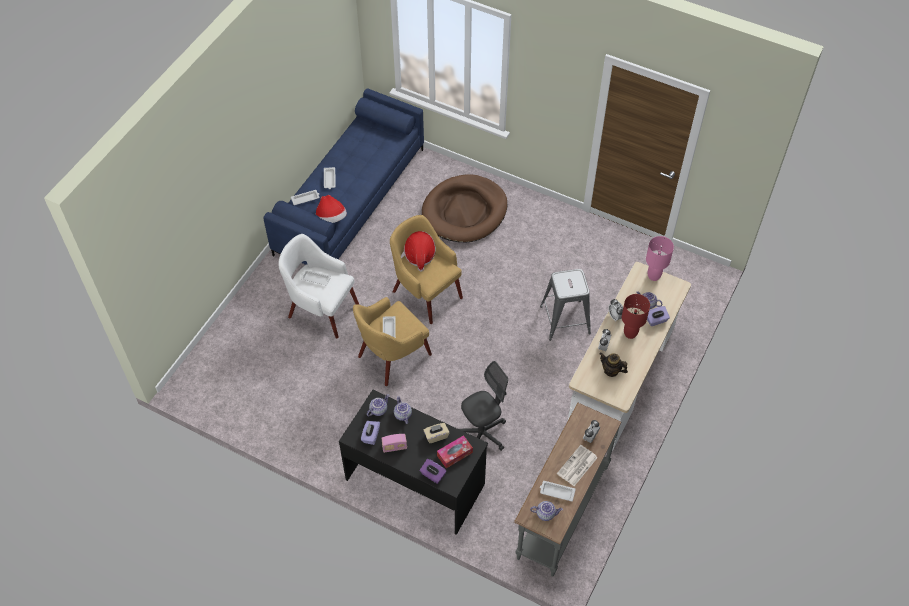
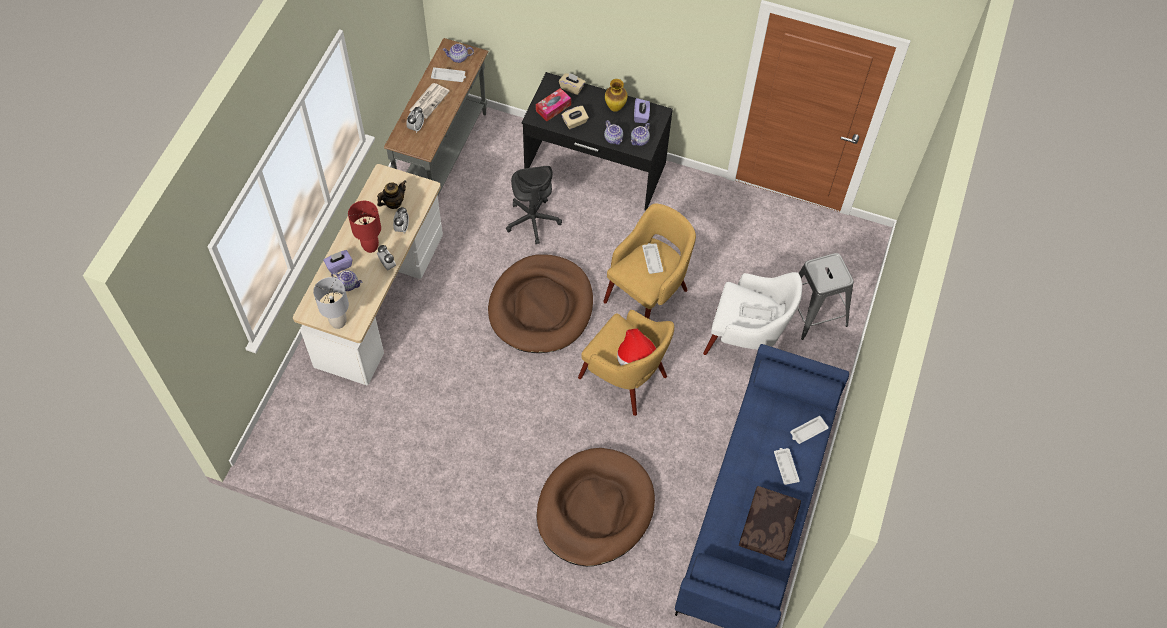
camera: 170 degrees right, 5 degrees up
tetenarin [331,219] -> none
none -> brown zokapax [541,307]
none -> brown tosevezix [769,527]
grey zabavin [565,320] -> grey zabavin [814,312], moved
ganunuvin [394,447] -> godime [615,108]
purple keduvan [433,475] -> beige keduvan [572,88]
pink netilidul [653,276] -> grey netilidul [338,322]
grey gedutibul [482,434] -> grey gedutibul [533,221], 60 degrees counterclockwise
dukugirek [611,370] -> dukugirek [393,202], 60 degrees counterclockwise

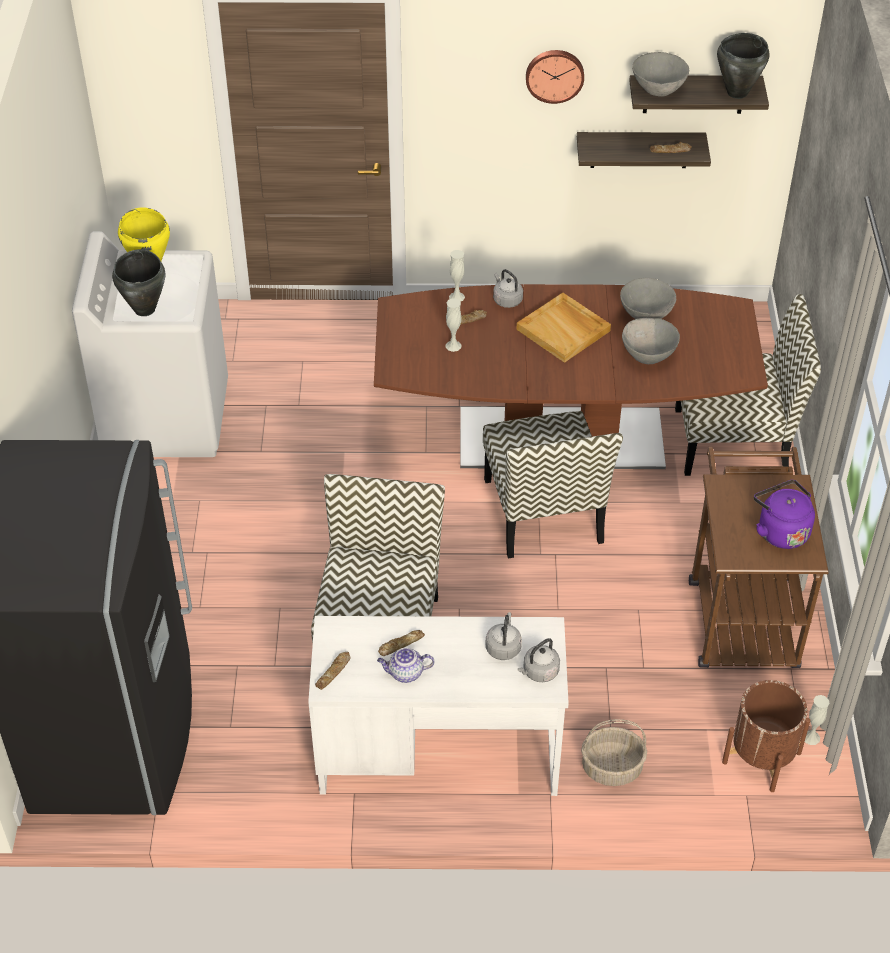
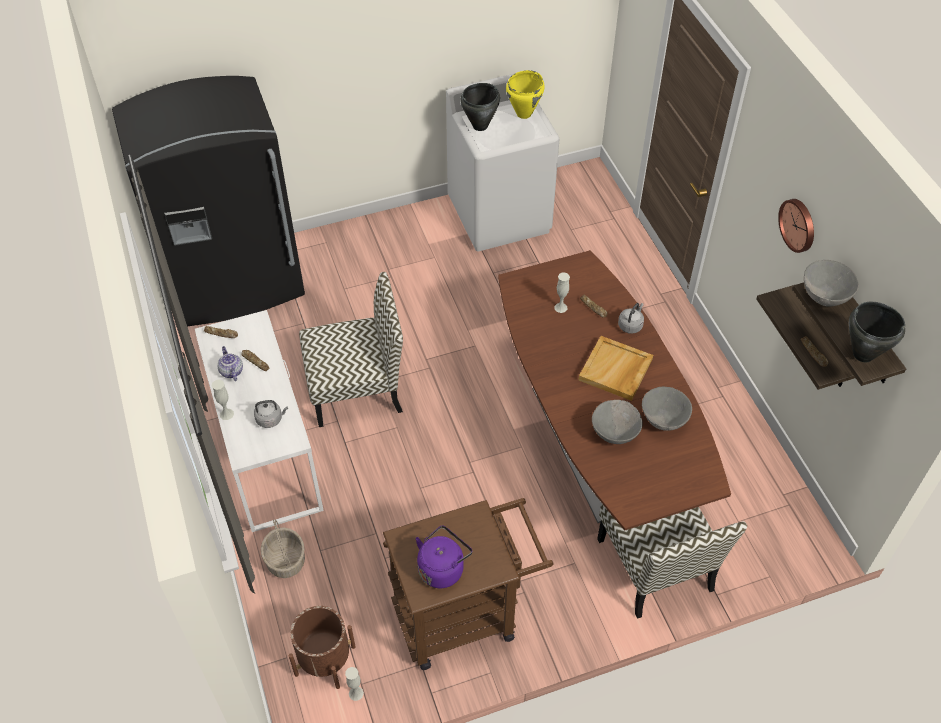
camera: 70 degrees right, 5 degrees up
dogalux [544,512] -> none
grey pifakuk [539,672] -> none
white godime [456,297] -> white godime [226,414], moved

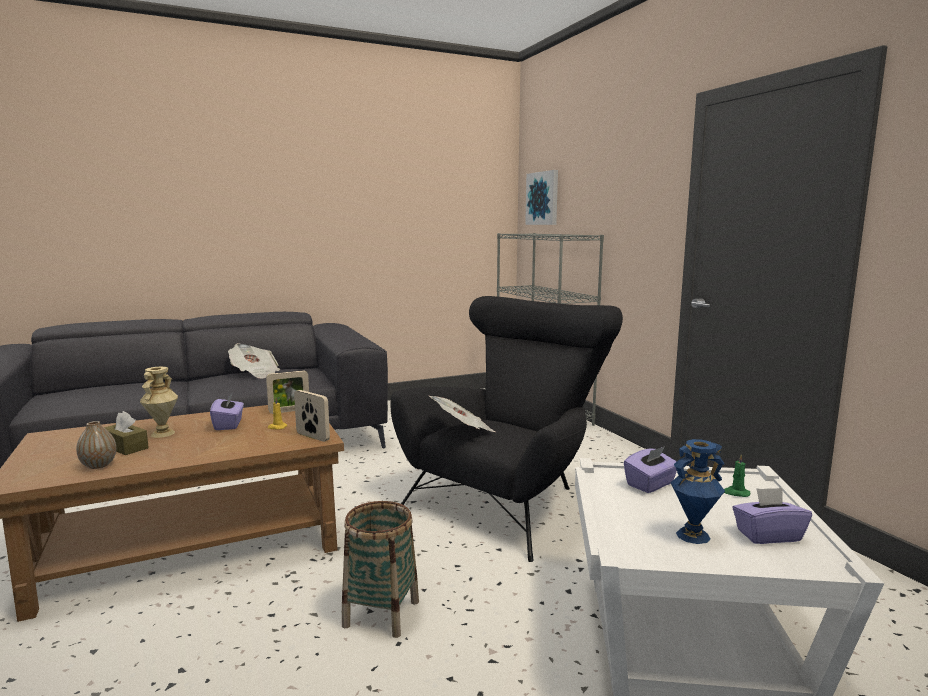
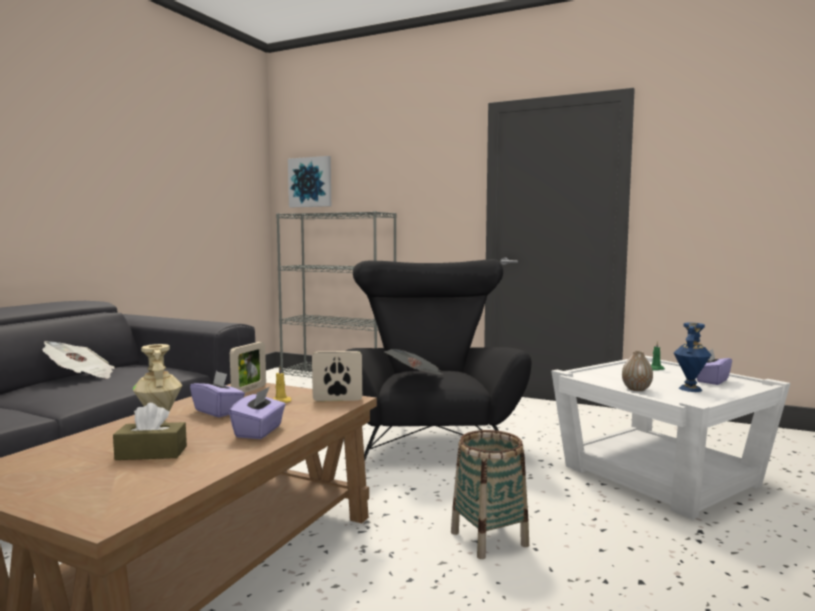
camera: 40 degrees left, 5 degrees down
godime [98,465] -> godime [636,389], moved
purple keduvan [650,484] -> purple keduvan [259,431], moved

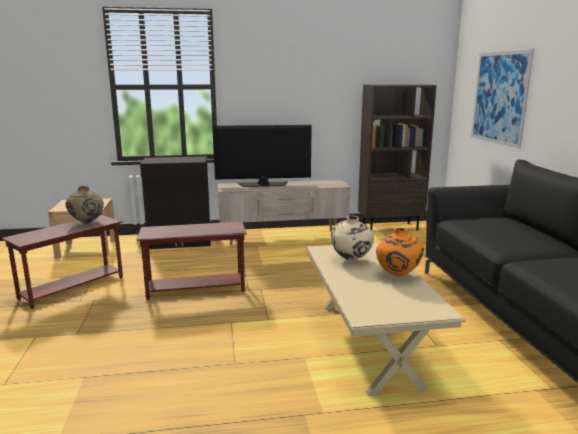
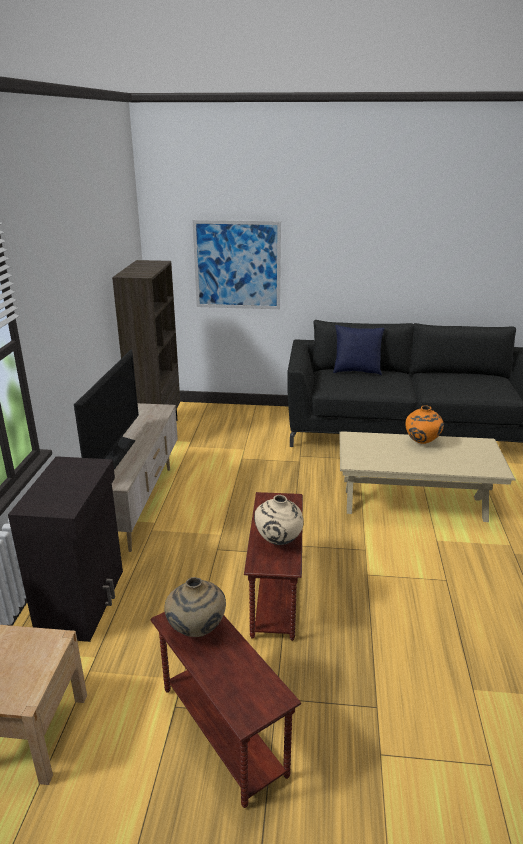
camera: 75 degrees left, 10 degrees up
none -> blue tosevezix [356,371]
beige godime [351,260] -> beige godime [278,541], moved

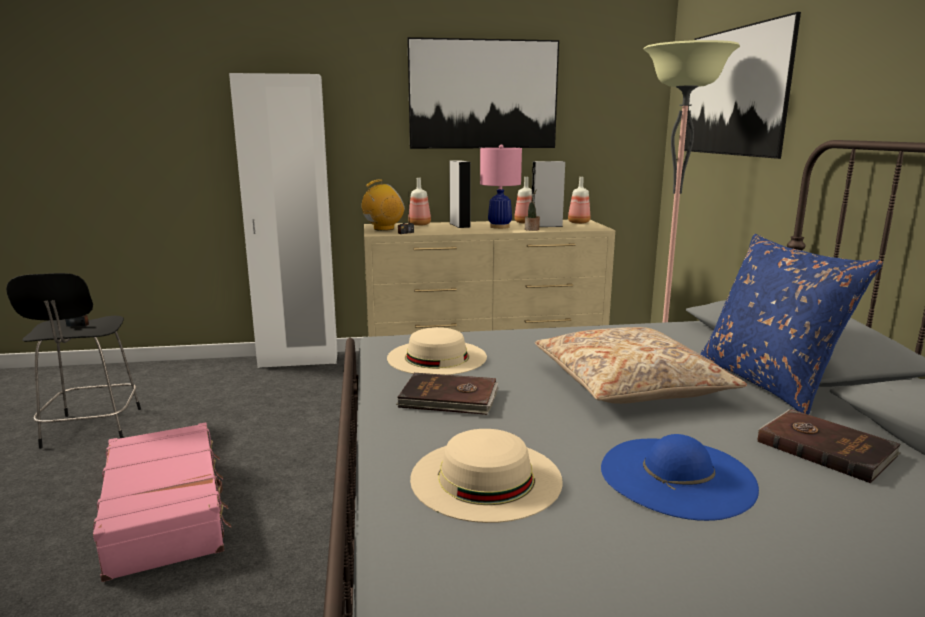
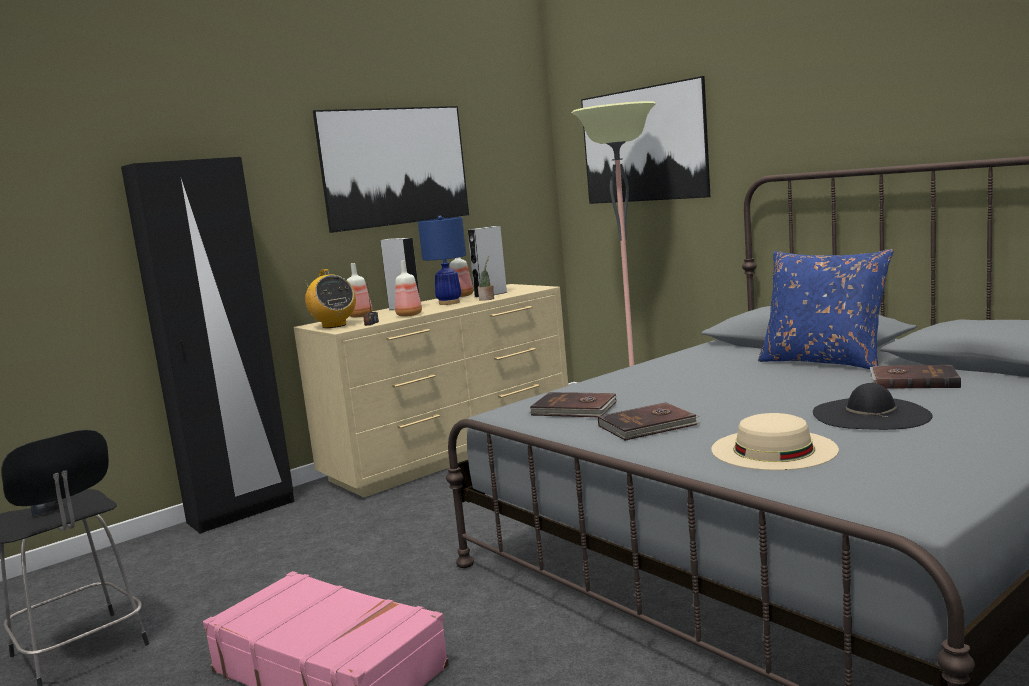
camera: 30 degrees left, 5 degrees down
beige tosevezix [630,384] -> none
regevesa [578,222] -> regevesa [408,315], moved
beige tetenarin [436,357] -> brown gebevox [574,409]
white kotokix [298,360] -> black kotokix [242,512]
pink netilidul [499,227] -> blue netilidul [449,303]
blue tetenarin [677,476] -> black tetenarin [870,414]
ganunuvin [383,229] -> ganunuvin [334,325], 120 degrees clockwise

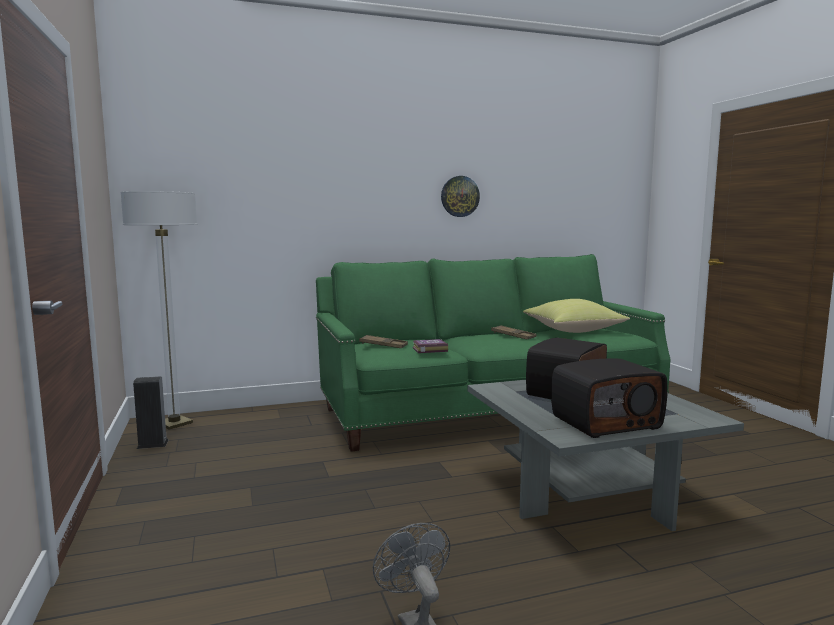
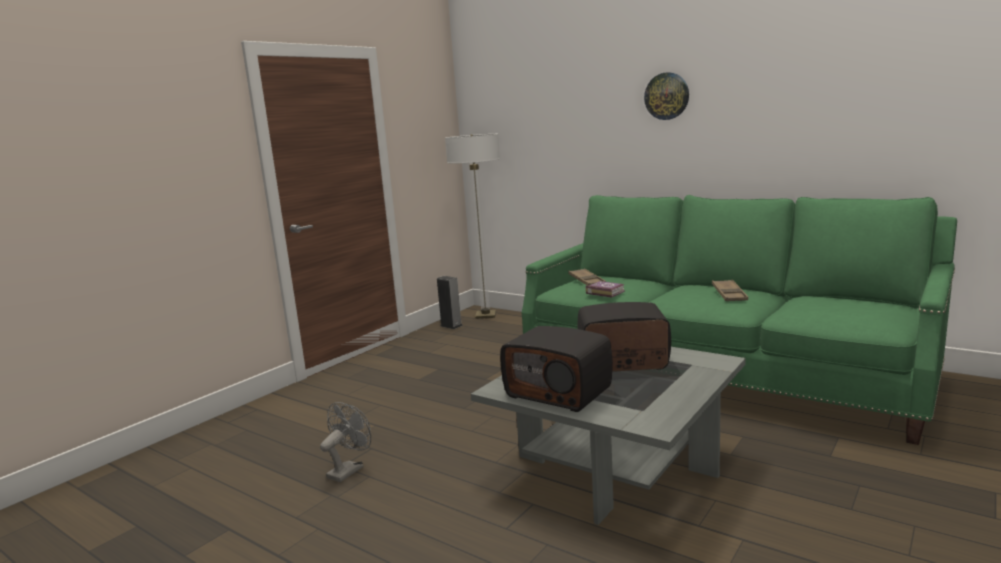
camera: 55 degrees right, 5 degrees up
yellow tosevezix [573,331] -> none
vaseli [460,196] -> vaseli [666,96], moved

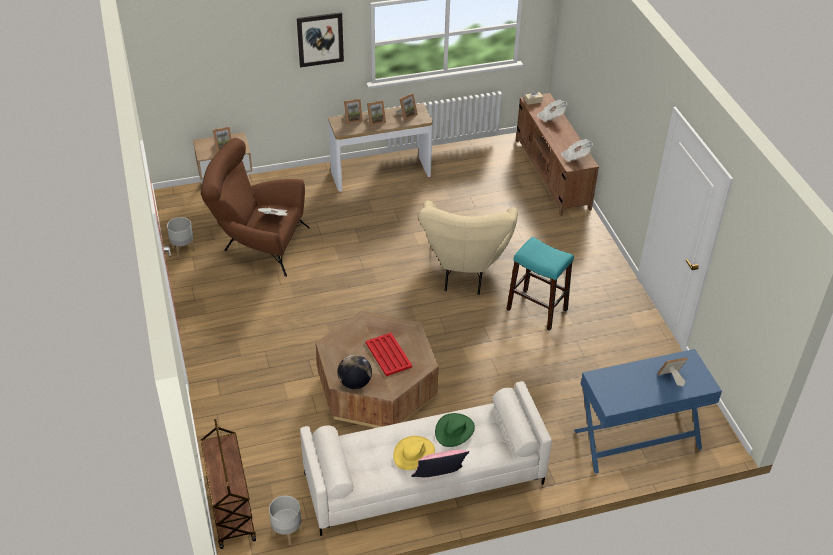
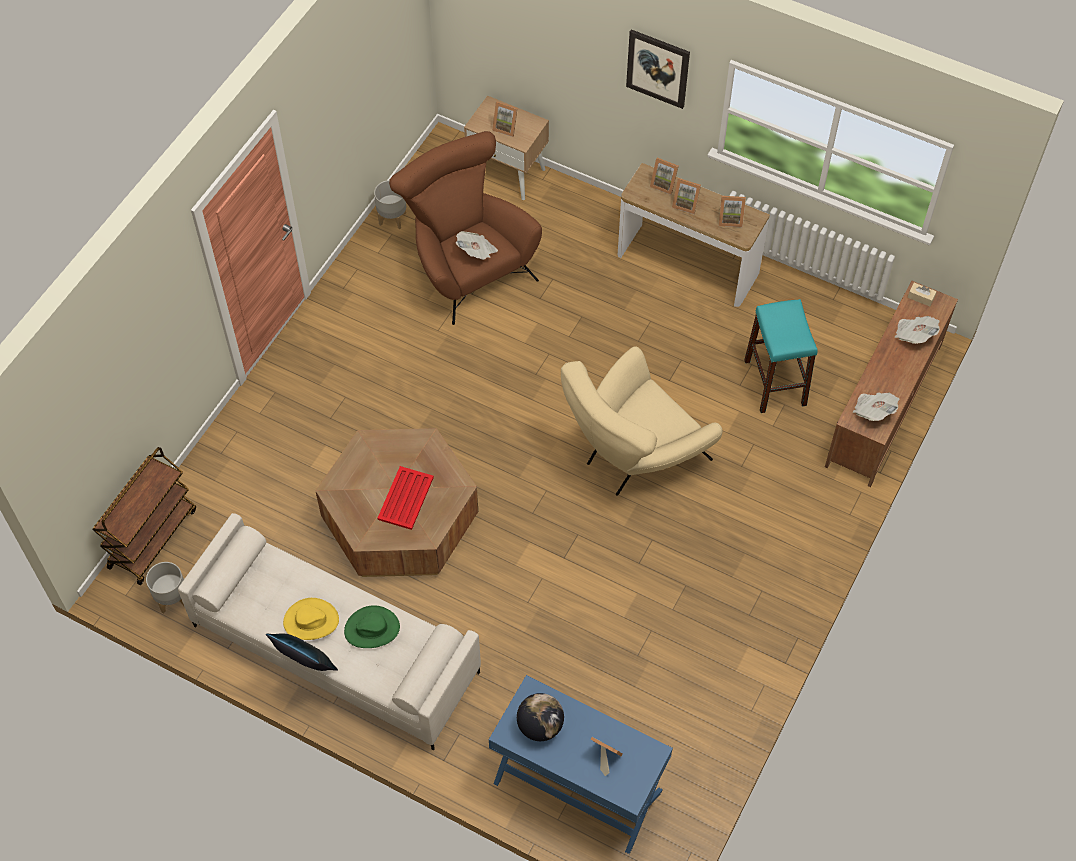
camera: 45 degrees right, 15 degrees up
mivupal [355,383] -> mivupal [540,726], moved
turquoise zabavin [536,309] -> turquoise zabavin [775,382], moved
pink tosevezix [439,479] -> blue tosevezix [304,664]

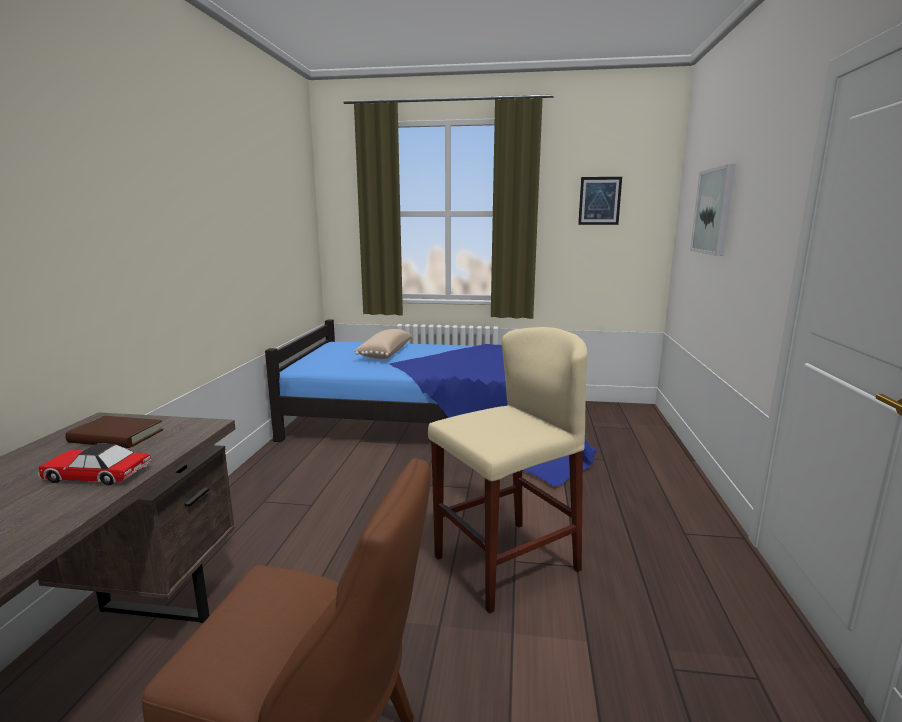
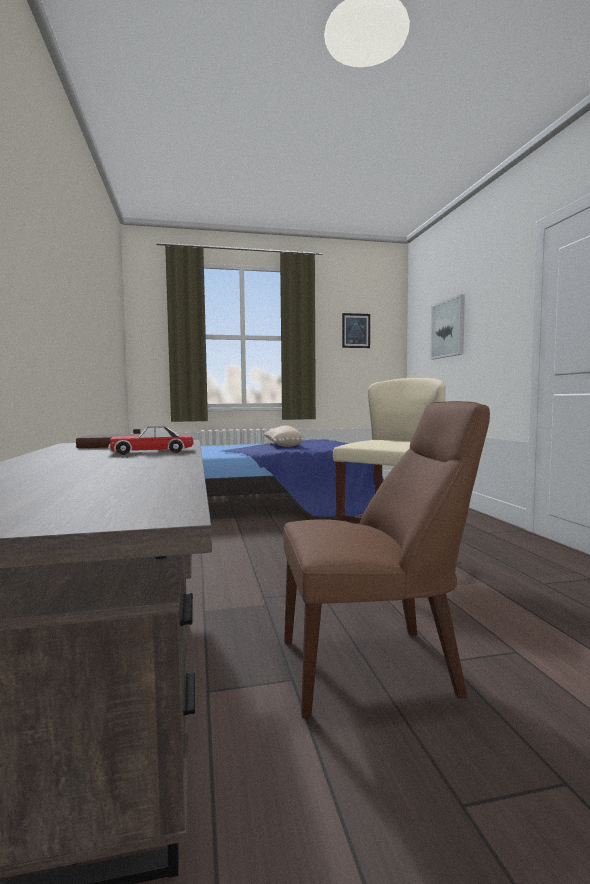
camera: 20 degrees left, 10 degrees down
beige tosevezix [384,354] -> beige tosevezix [282,446], moved

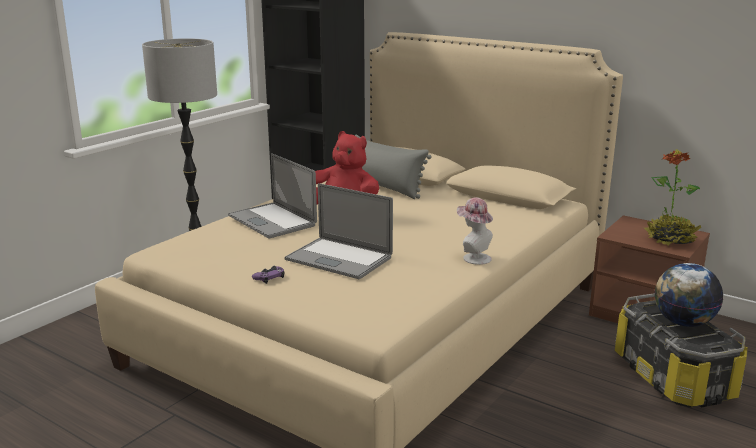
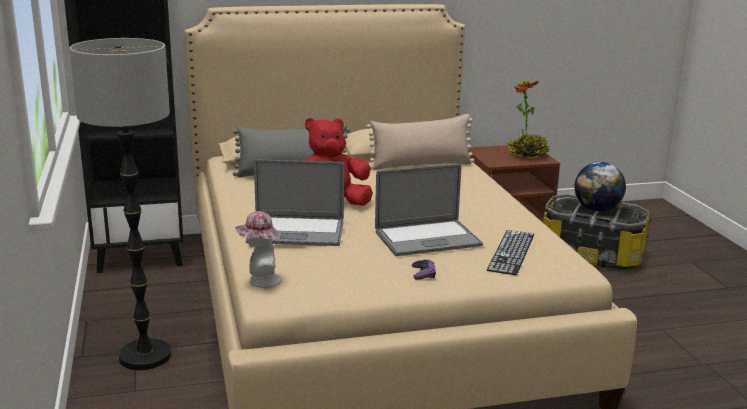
camera: 50 degrees left, 0 degrees up
none -> beige tosevezix [421,165]
none -> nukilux [511,252]
tetenarin [473,258] -> tetenarin [260,280], moved

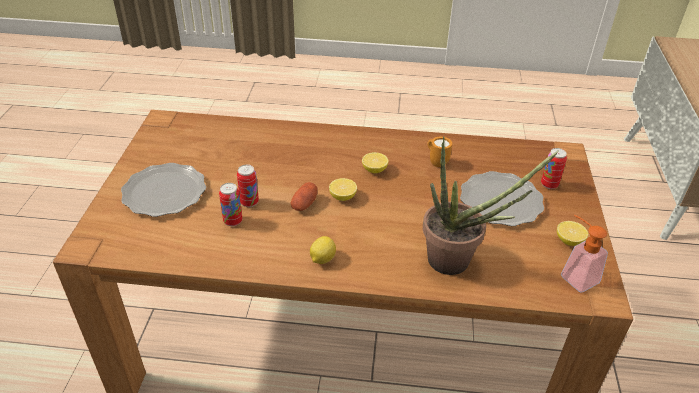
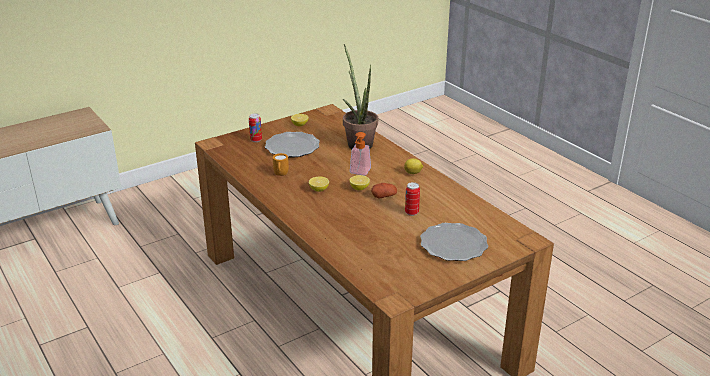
camera: 130 degrees left, 10 degrees down
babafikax [233,221] -> none
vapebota [574,275] -> vapebota [359,173], moved

